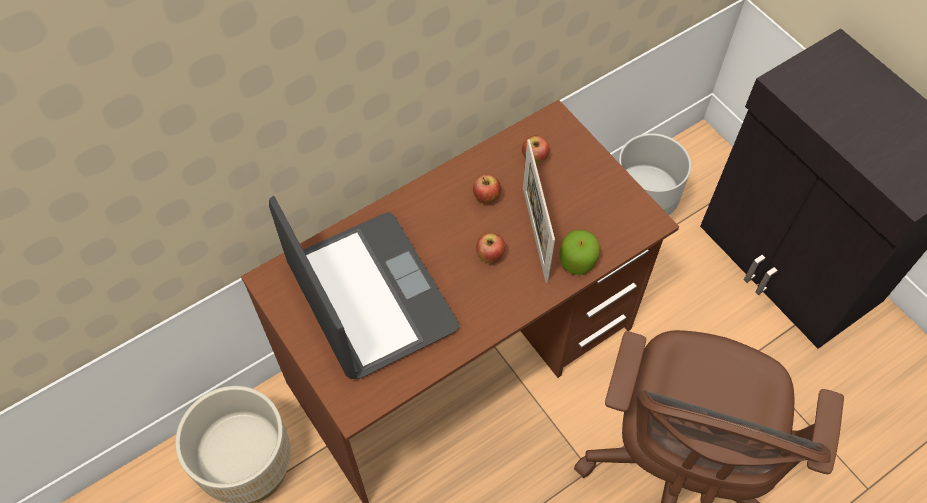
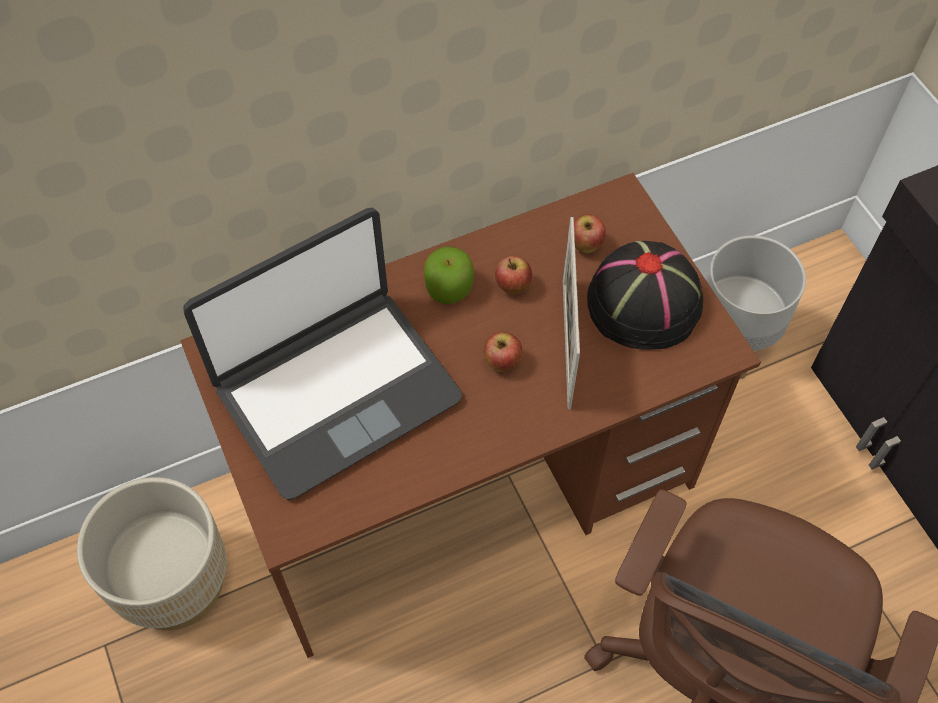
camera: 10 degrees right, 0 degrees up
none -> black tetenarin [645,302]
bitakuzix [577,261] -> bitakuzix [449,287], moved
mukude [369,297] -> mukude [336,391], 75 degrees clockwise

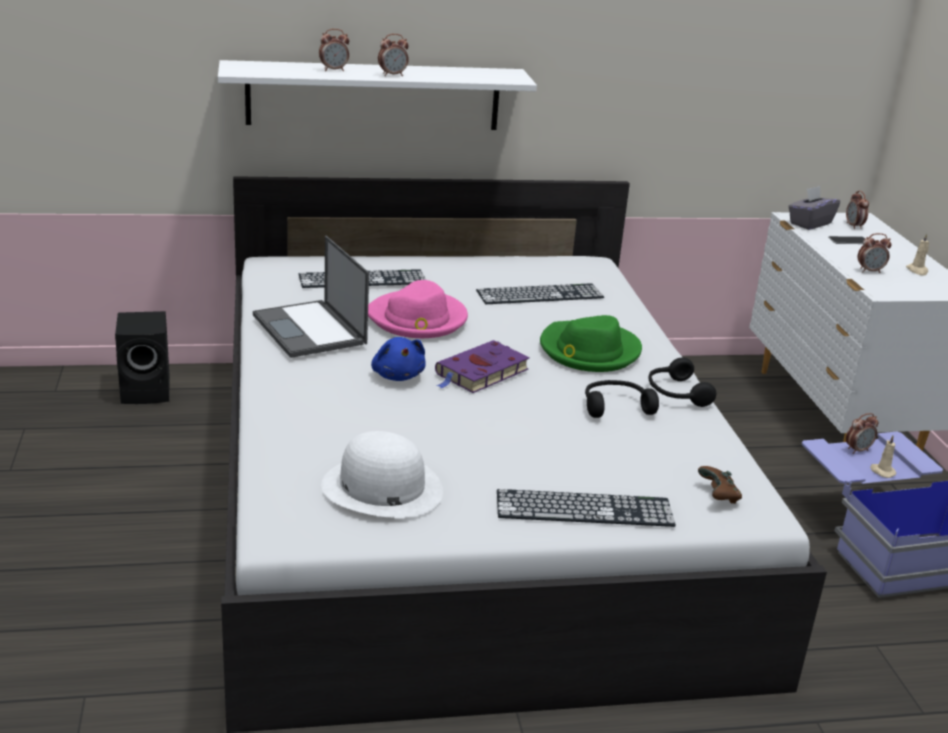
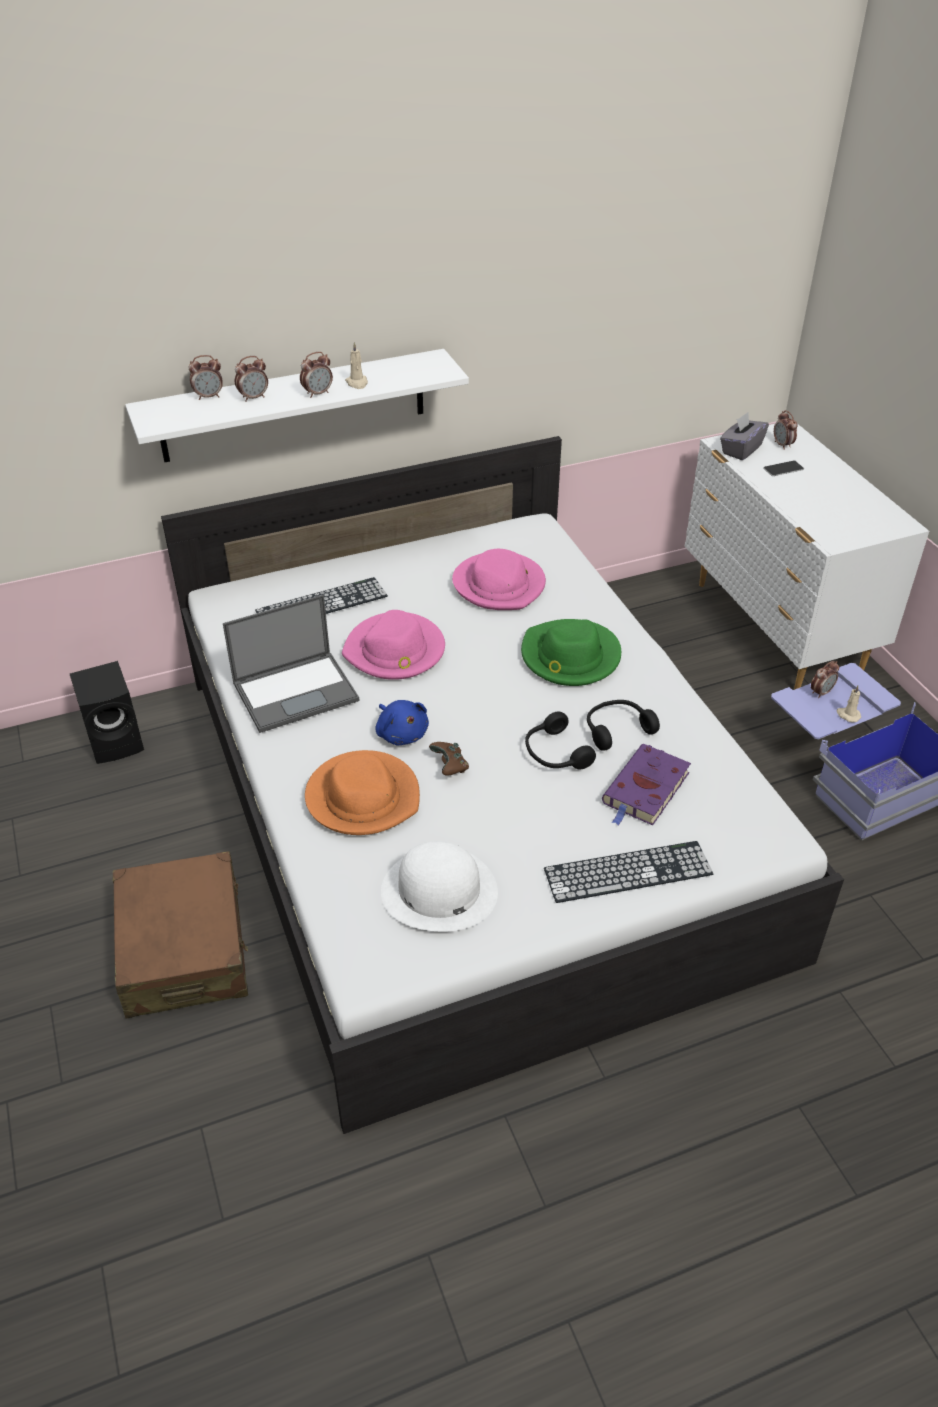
camera: 10 degrees left, 15 degrees up
none -> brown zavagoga [184,949]
none -> orange tetenarin [363,797]
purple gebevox [480,373] -> purple gebevox [645,790], moved
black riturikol [675,393] -> black riturikol [554,754], moved
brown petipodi [718,496] -> brown petipodi [450,766], moved
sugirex [870,271] -> sugirex [209,396], moved
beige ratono [917,271] -> beige ratono [357,383], moved
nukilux [540,294] -> pink tetenarin [499,585]
mukude [310,330] -> mukude [297,691], 75 degrees counterclockwise

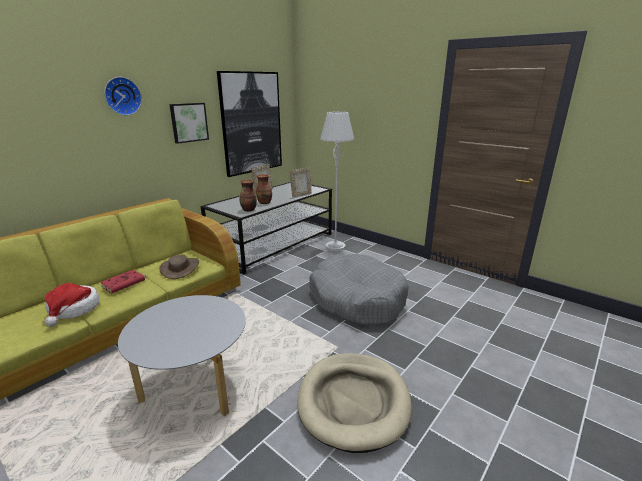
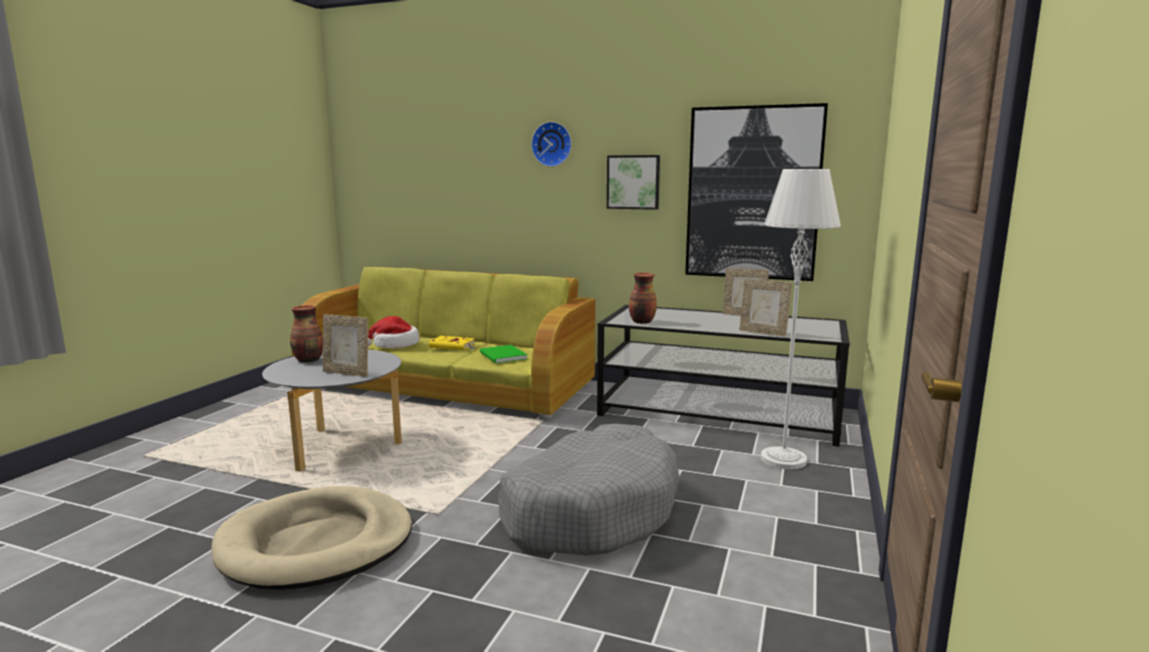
camera: 70 degrees right, 10 degrees down
none -> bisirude [347,373]
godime [265,203] -> godime [309,360], moved
brown tetenarin [180,268] -> green gebevox [502,356]
red gebevox [124,283] -> yellow gebevox [453,346]

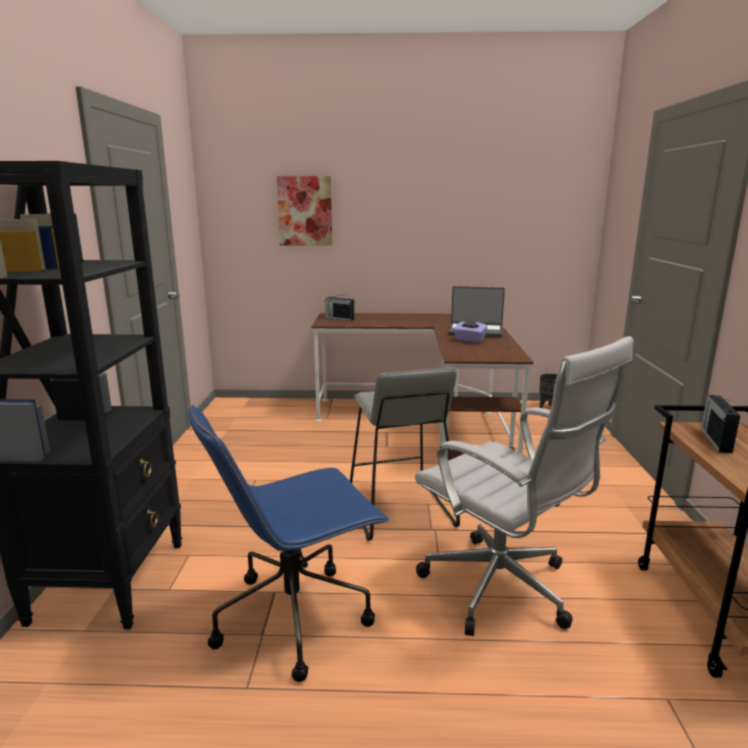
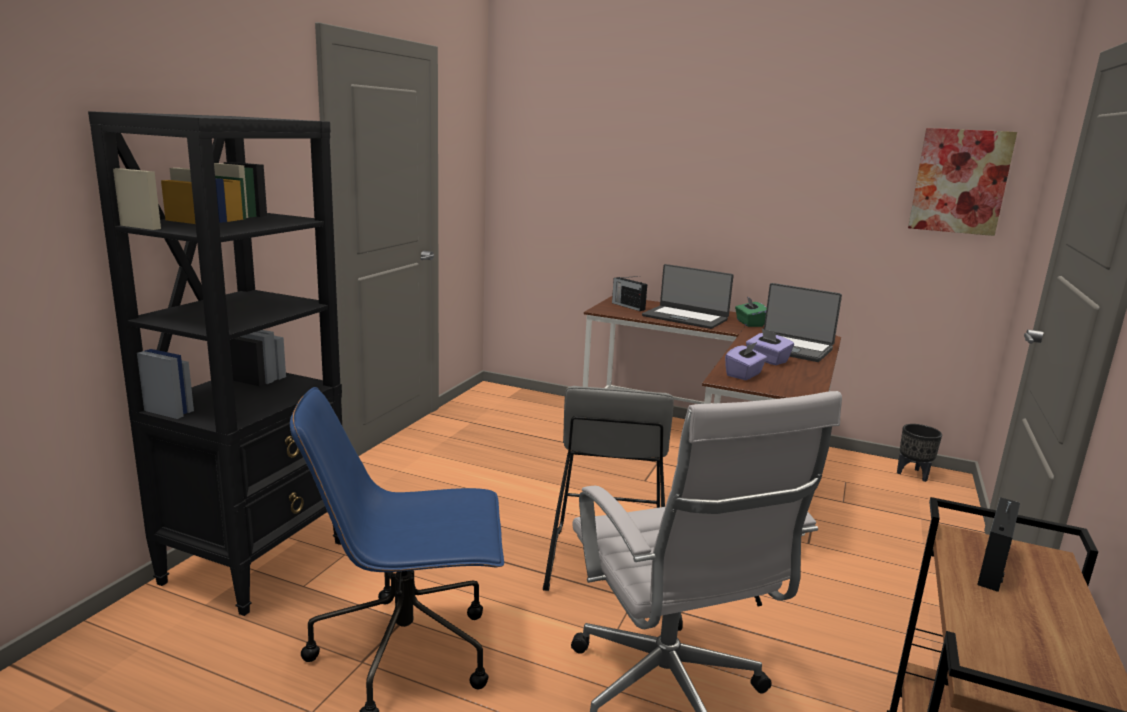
camera: 20 degrees right, 0 degrees up
none -> mukude [685,317]
none -> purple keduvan [744,374]
none -> green keduvan [749,323]
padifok [305,211] -> padifok [960,181], moved

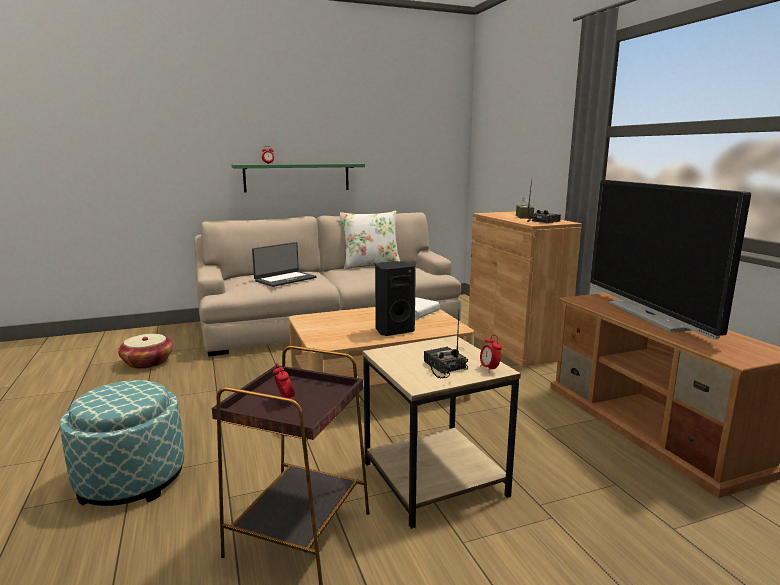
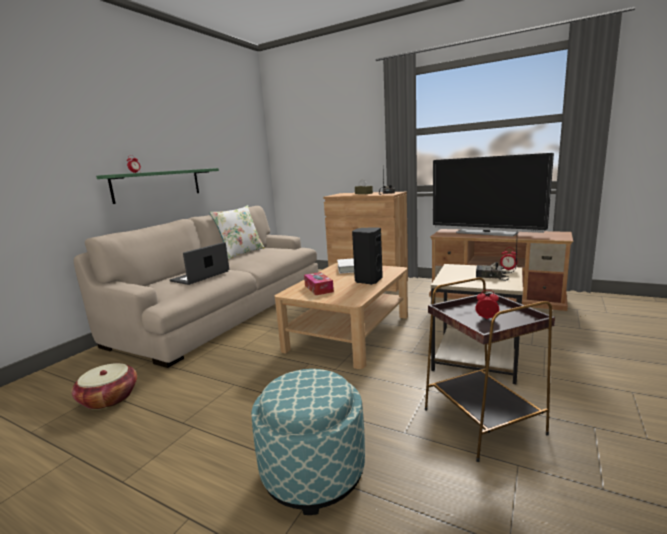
camera: 40 degrees left, 0 degrees up
none -> keduvan [318,288]
mukude [285,279] -> mukude [201,276], 150 degrees counterclockwise

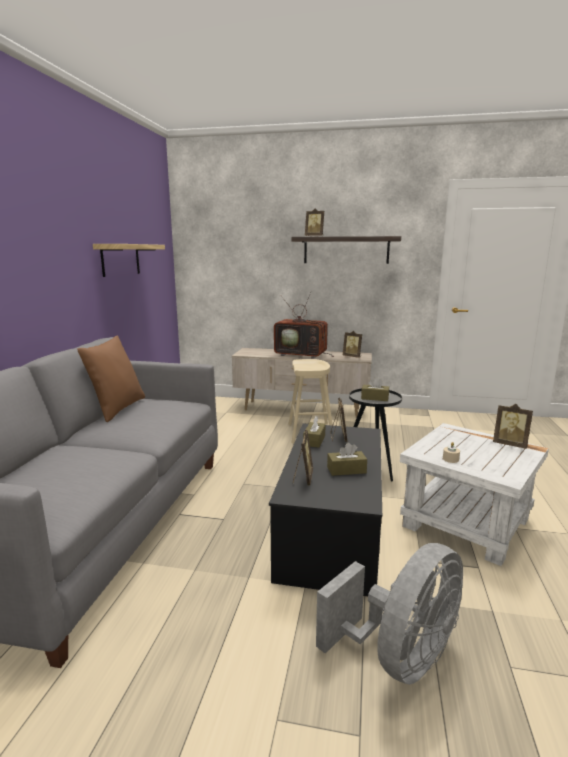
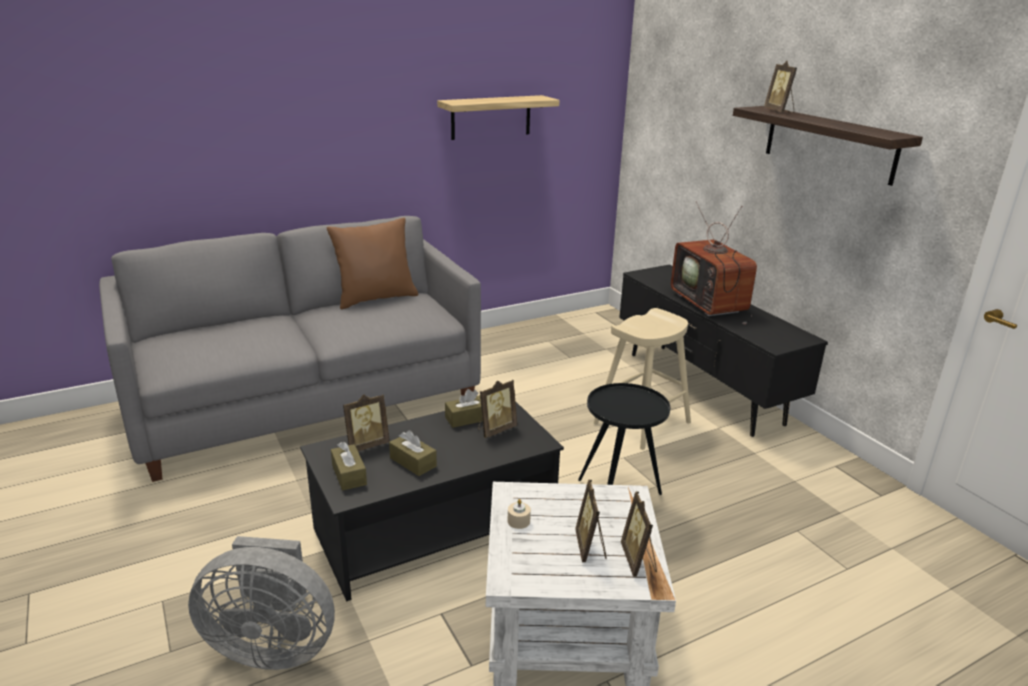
camera: 50 degrees right, 10 degrees up
bisirude [352,356] -> bisirude [590,547], moved
brown keduvan [374,398] -> brown keduvan [349,475], moved
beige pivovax [301,409] -> black pivovax [702,388]

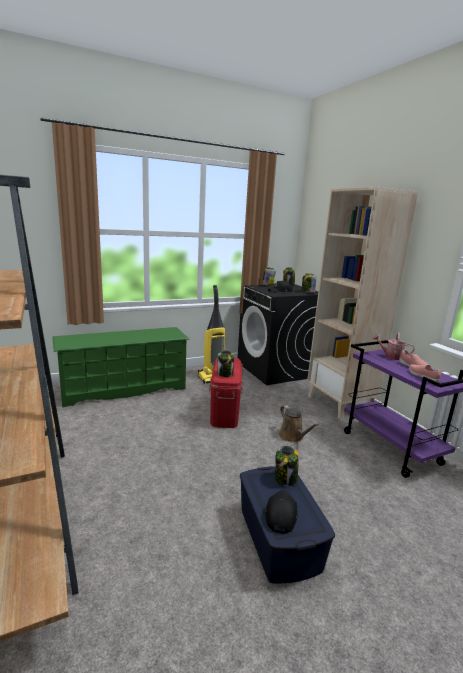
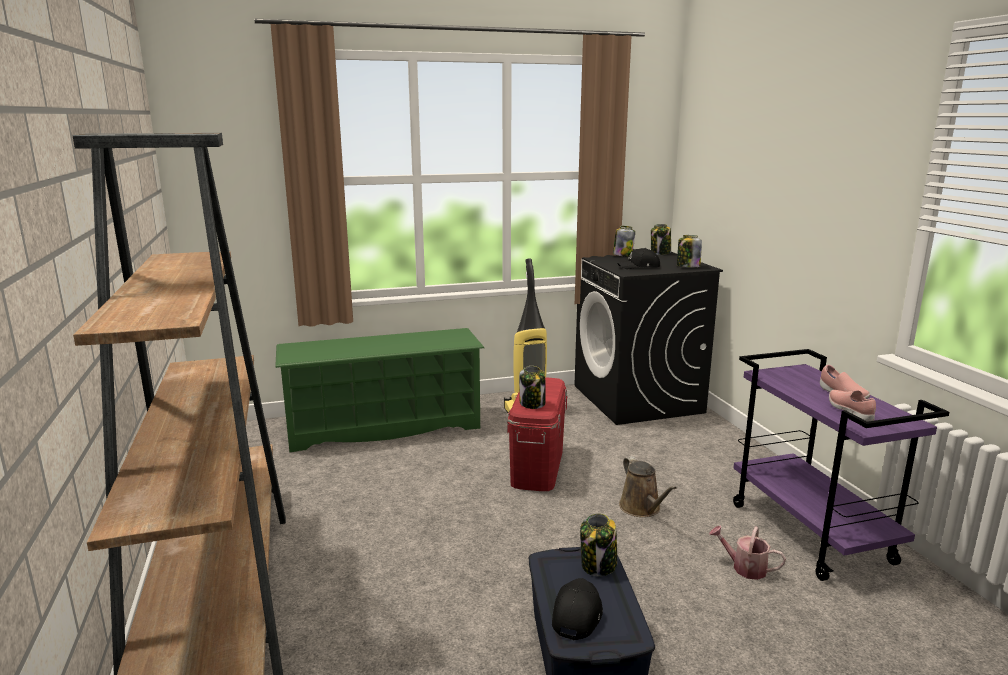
camera: 10 degrees right, 0 degrees up
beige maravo [340,404] -> none
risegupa [390,356] -> risegupa [744,568], moved

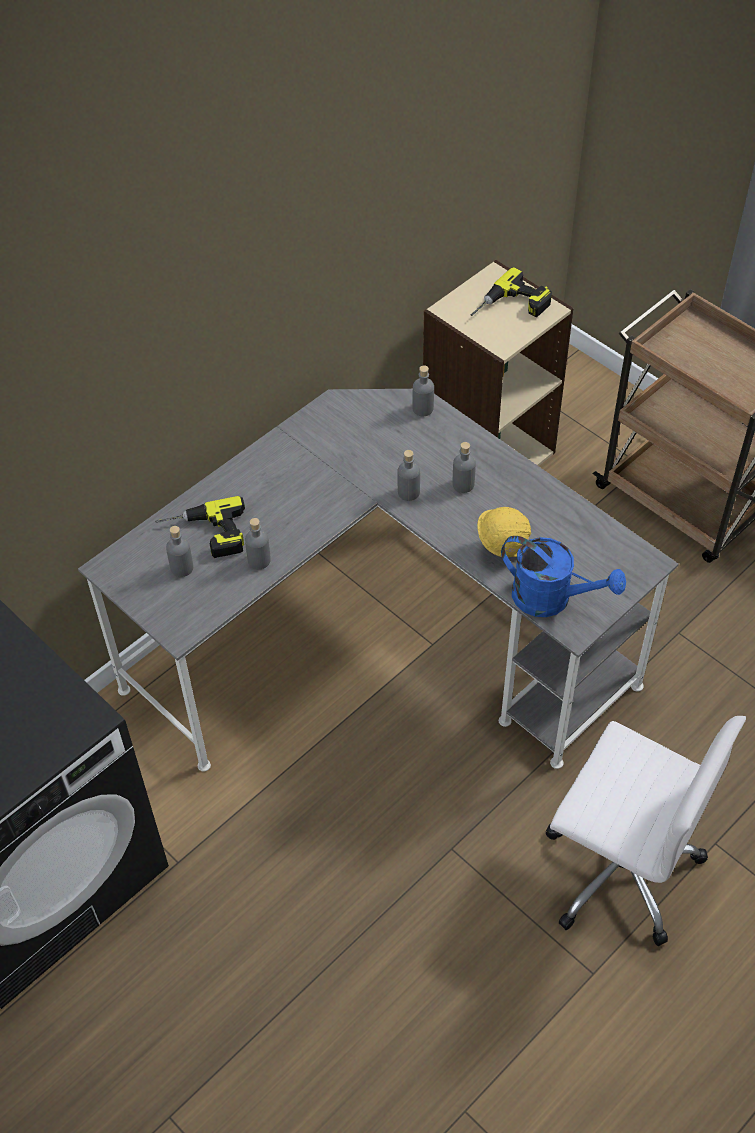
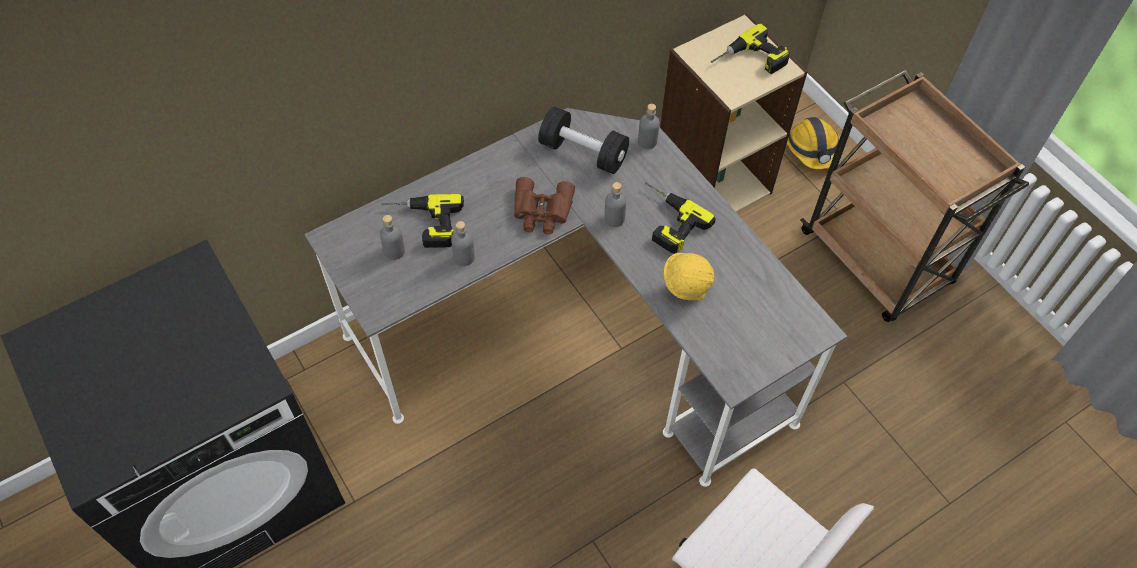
camera: 10 degrees right, 5 degrees up
blue risegupa [552,599] -> none
none -> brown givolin [542,212]
none -> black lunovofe [583,153]
none -> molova [813,149]
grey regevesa [463,484] -> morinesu [665,220]

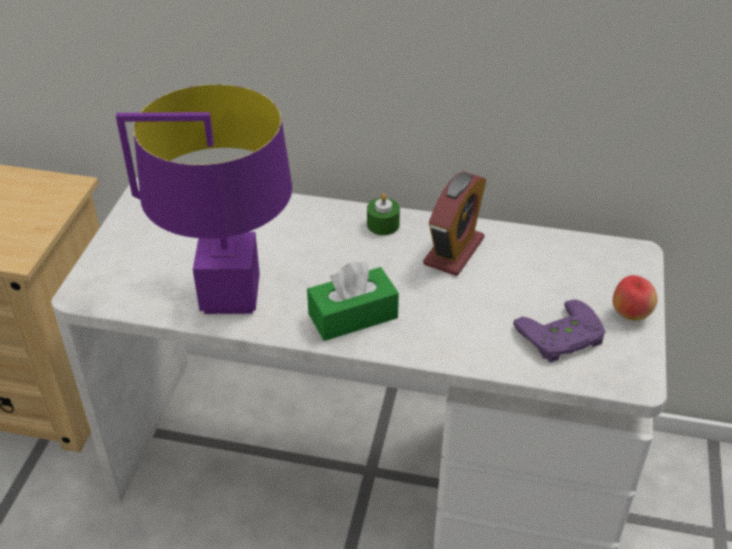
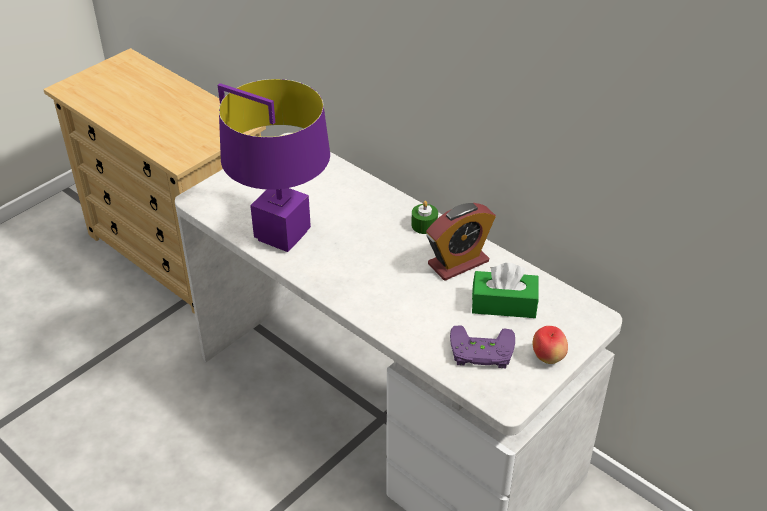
camera: 30 degrees right, 0 degrees up
green keduvan [353,316] -> green keduvan [504,304], moved

